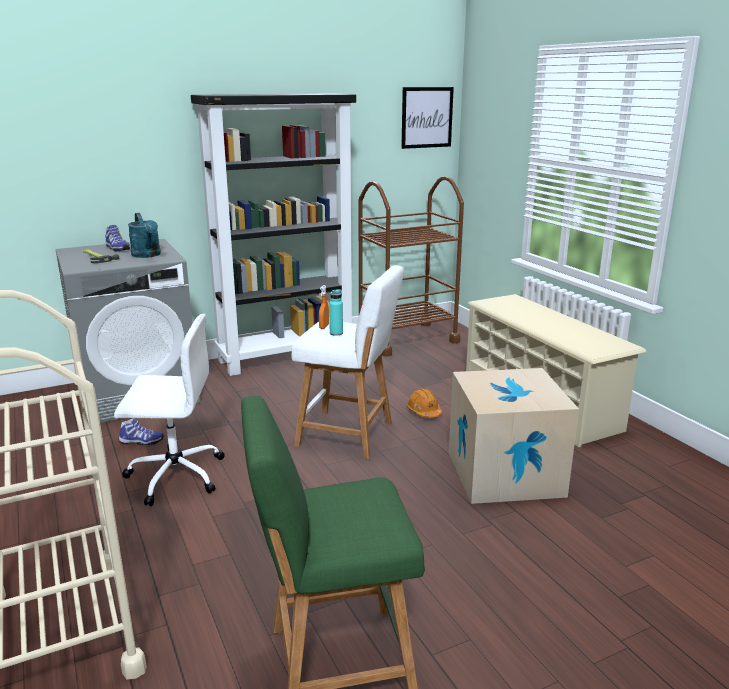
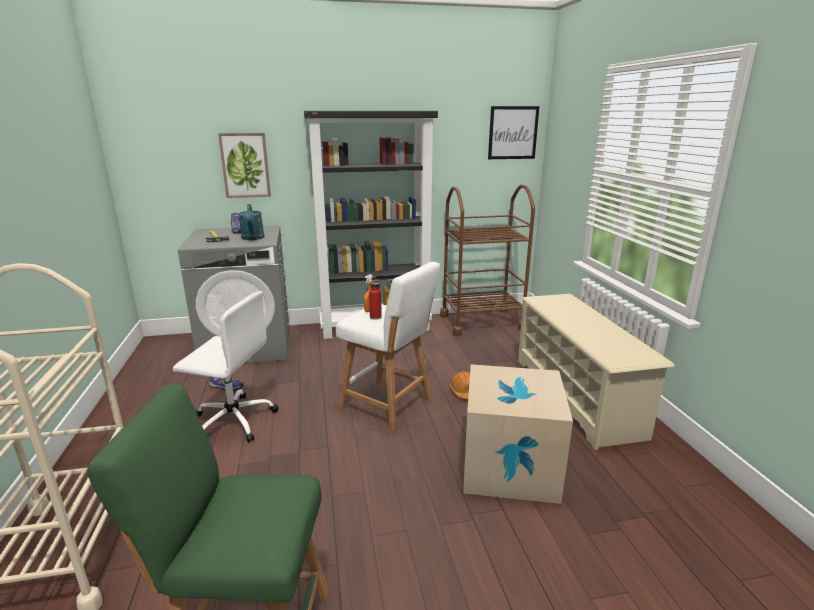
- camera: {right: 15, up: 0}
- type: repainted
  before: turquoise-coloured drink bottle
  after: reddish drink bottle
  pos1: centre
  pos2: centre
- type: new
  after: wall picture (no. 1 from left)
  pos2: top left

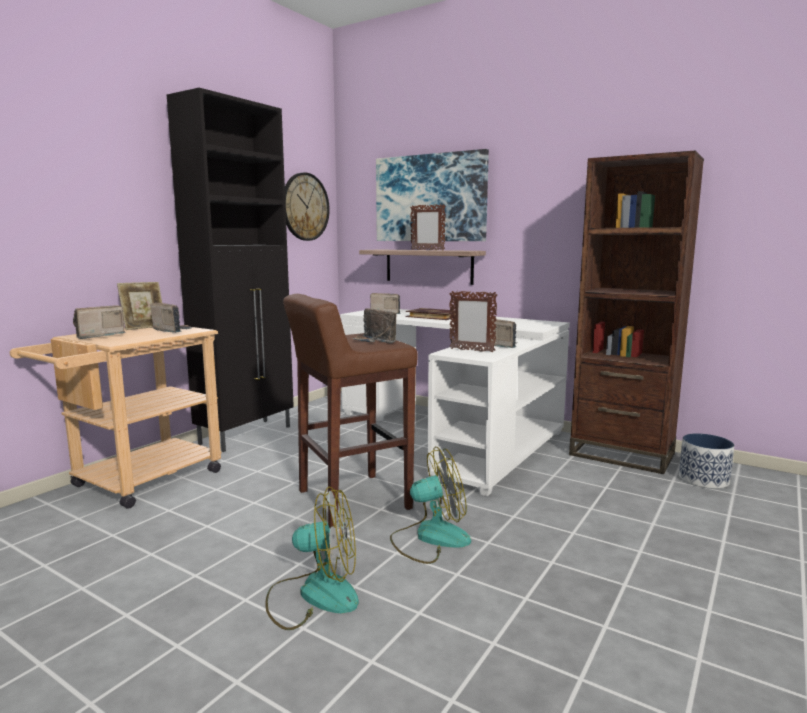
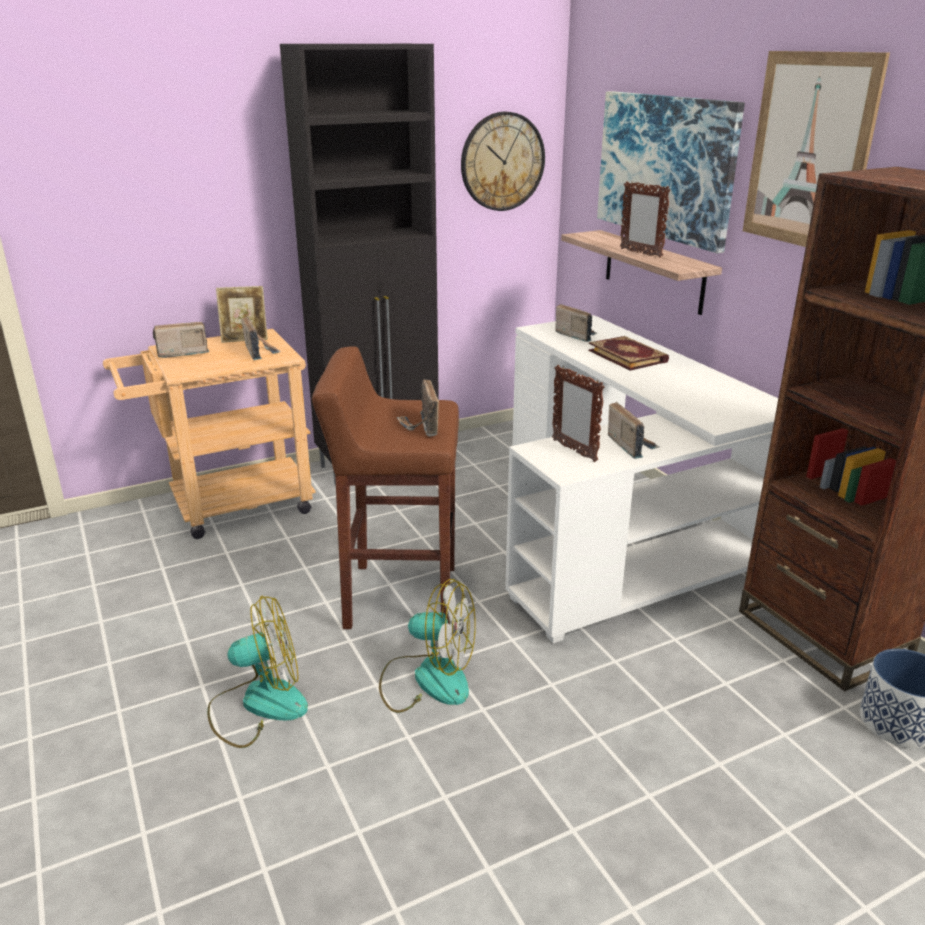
- camera: {right: 30, up: 15}
- type: rotated
  before: electric fan (no. 1 from left)
  pos1: bottom centre
  pos2: bottom left
  turn: -45
- type: new
  after: wall picture (no. 2 from left)
  pos2: top right

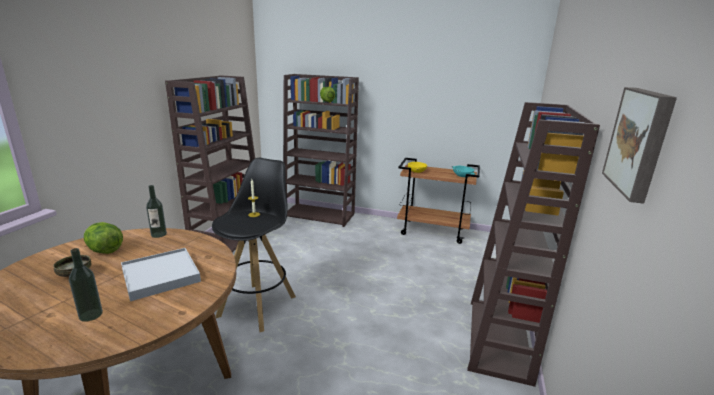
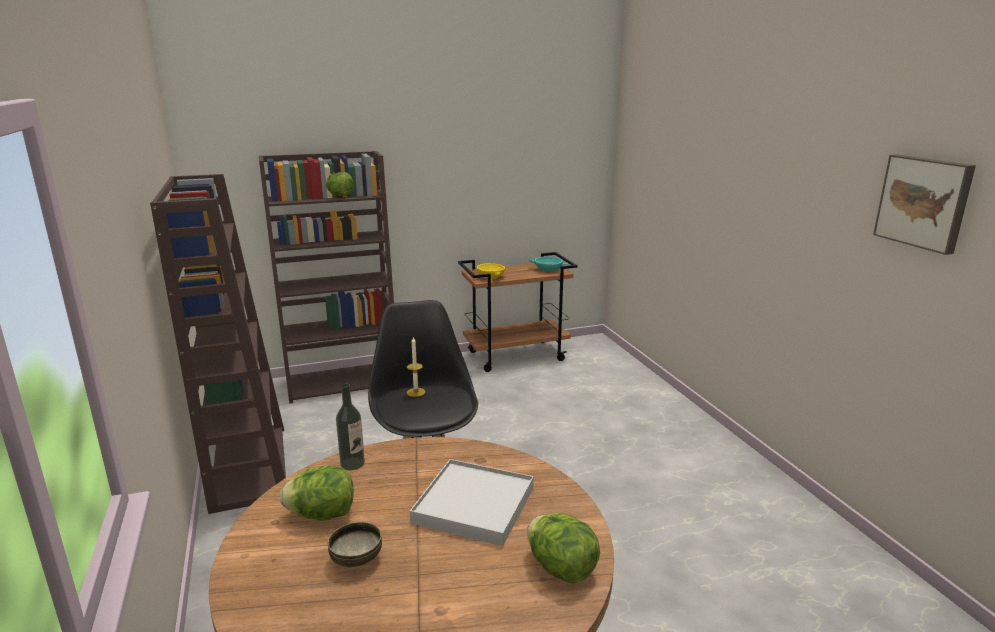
- camera: {right: -35, up: 0}
- type: gone
  before: drink bottle (no. 1 from left)
  pos1: bottom left
- type: gone
  before: brown-coloured bookshelf (no. 3 from left)
  pos1: middle right
- type: new
  after: lettuce head (no. 3 from left)
  pos2: bottom centre

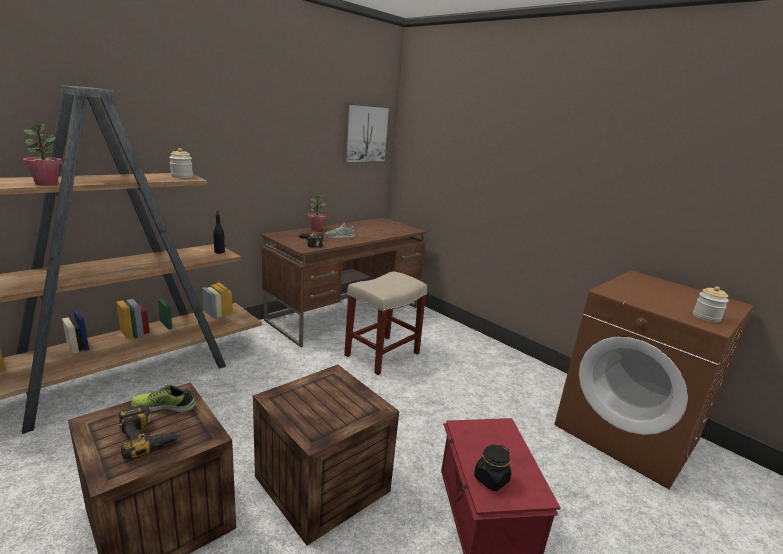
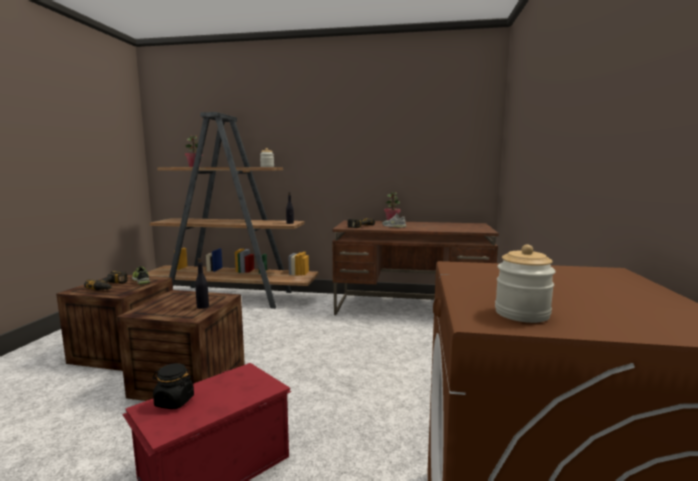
- camera: {right: 55, up: -10}
- type: gone
  before: wall picture
  pos1: top centre
- type: gone
  before: beige stool
  pos1: centre
- type: new
  after: black drink bottle (no. 1 from left)
  pos2: middle left

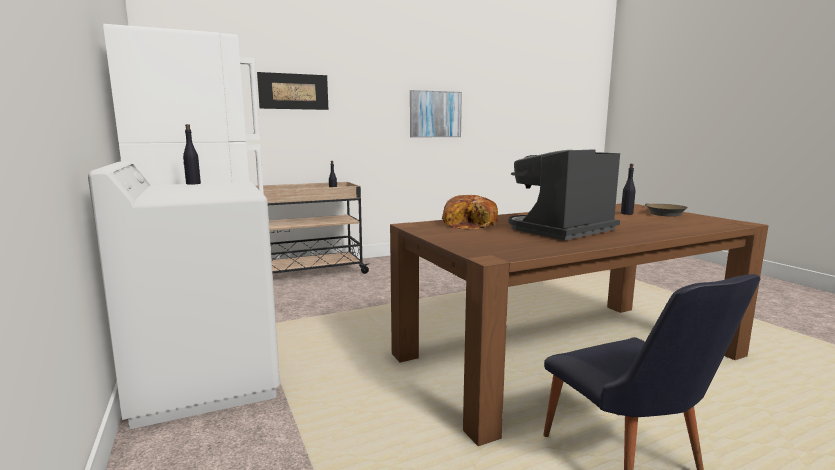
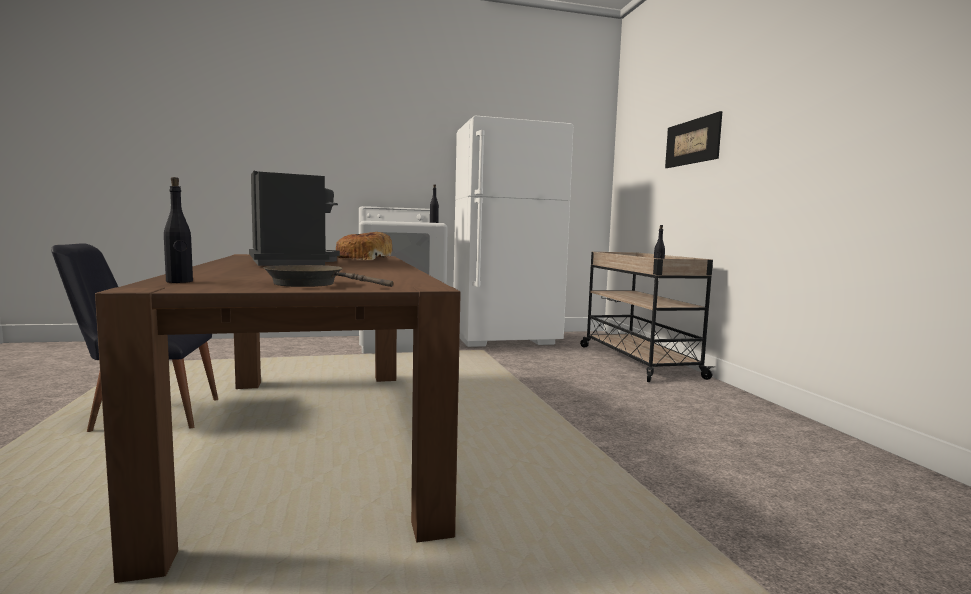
- camera: {right: 100, up: -5}
- type: gone
  before: wall picture (no. 2 from left)
  pos1: top centre
- type: shifted
  before: black drink bottle (no. 3 from left in the first image)
  after: black drink bottle (no. 1 from left)
  pos1: middle right
  pos2: middle left

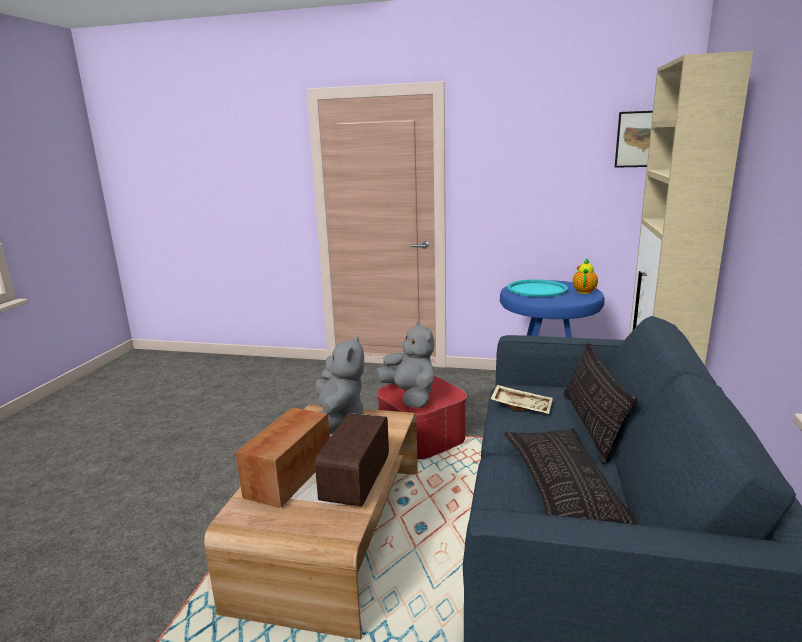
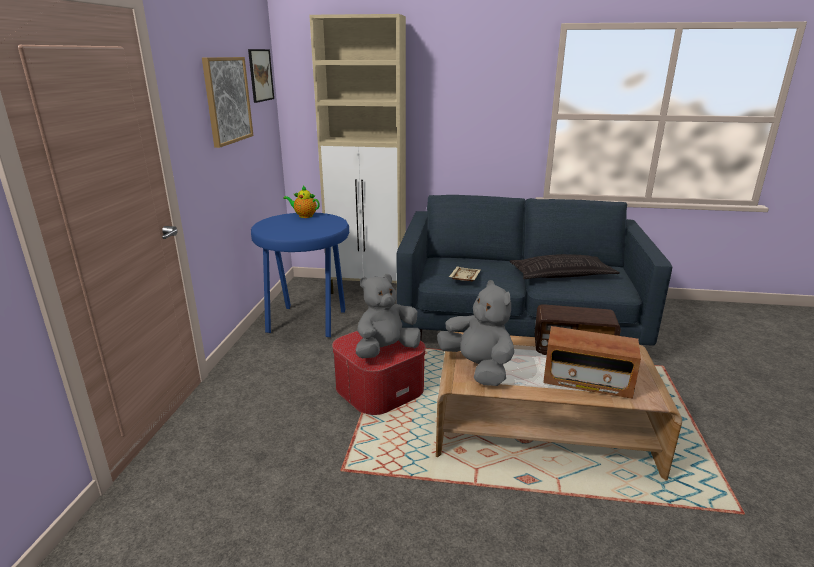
- camera: {right: -95, up: 5}
- type: rotated
  before: greyish cuddly toy (no. 1 from left in the first image)
  pos1: centre
  pos2: centre
  turn: 60
- type: gone
  before: turquoise-coloured serving tray
  pos1: middle right
- type: gone
  before: throw pillow (no. 2 from left)
  pos1: middle right
- type: new
  after: wall picture (no. 1 from left)
  pos2: top left

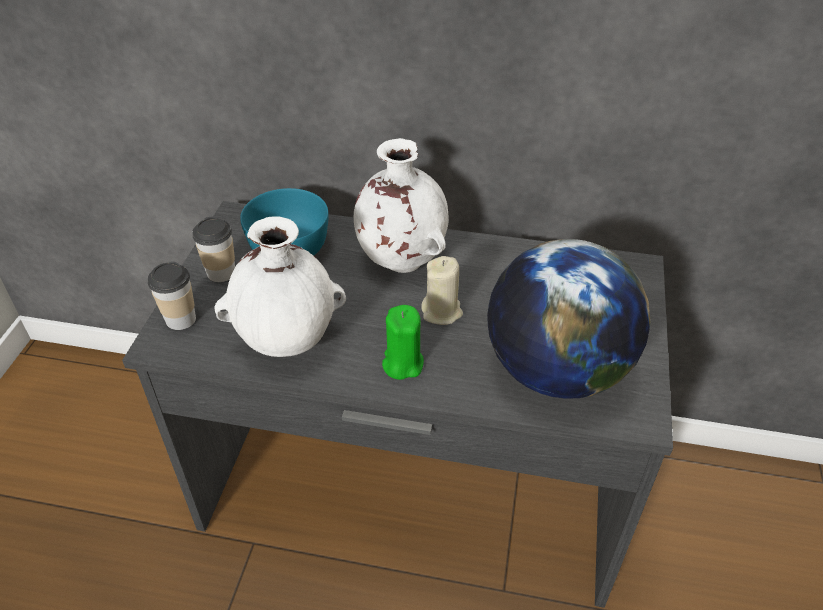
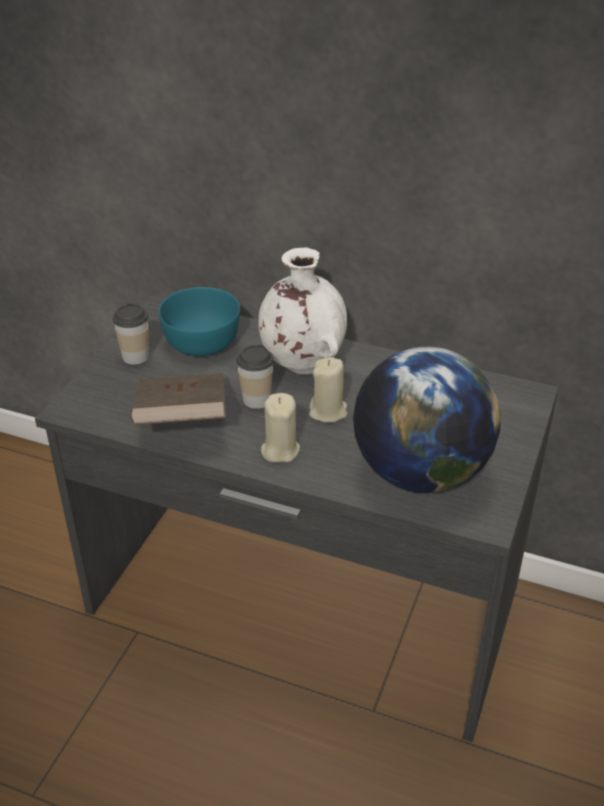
- camera: {right: 10, up: -5}
- type: shifted
  before: small cup (no. 1 from left in the first image)
  after: small cup (no. 2 from left)
  pos1: middle left
  pos2: centre
- type: swapped
  before: white-coloured flower vase (no. 1 from left)
  after: brown-coloured volume
  pos1: centre
  pos2: middle left
- type: repainted
  before: greenish wax candle
  after: beige wax candle (no. 1 from left)
  pos1: centre
  pos2: centre

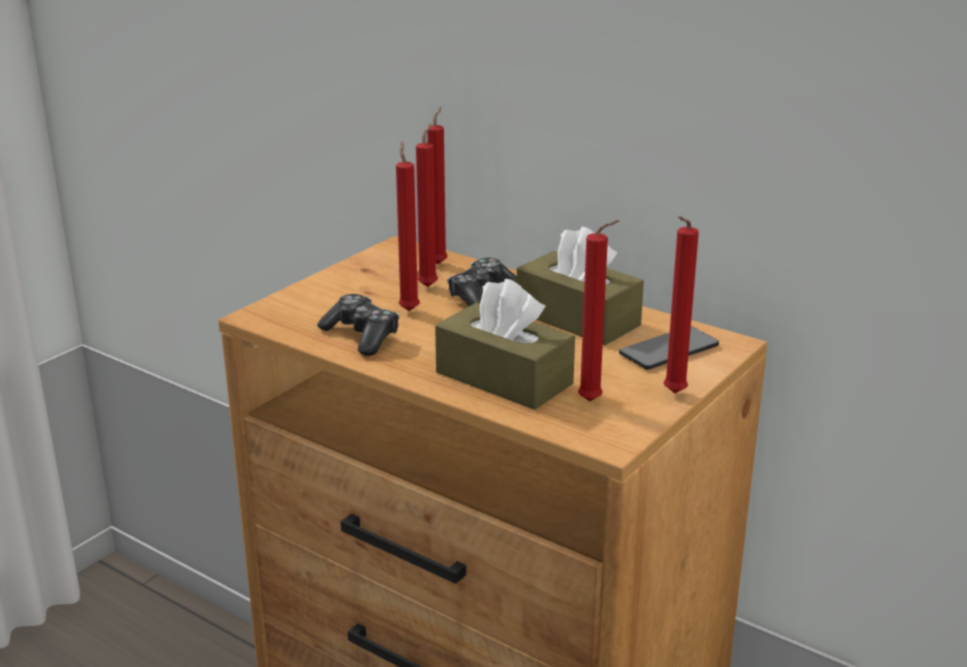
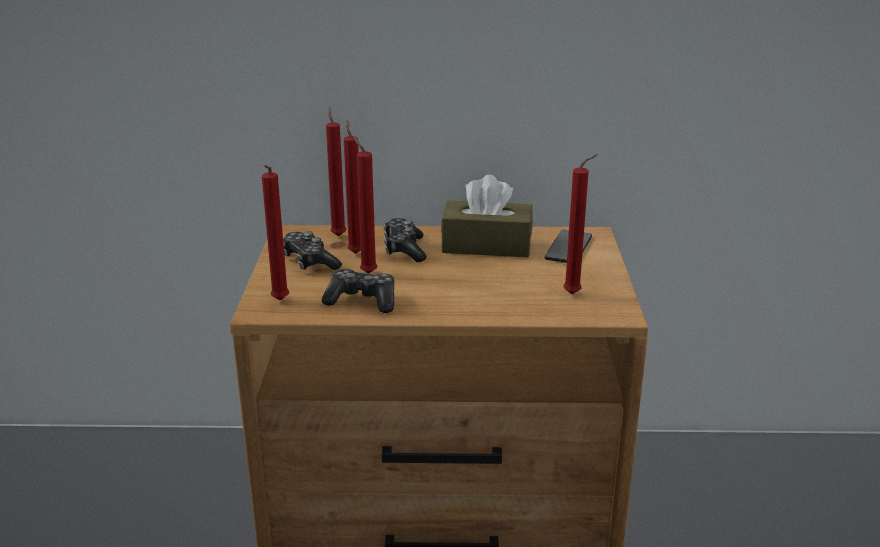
- camera: {right: -35, up: 0}
- type: gone
  before: brown-coloured tissue holder (no. 1 from left)
  pos1: centre
- type: shifted
  before: reddish wax candle (no. 5 from left in the first image)
  after: reddish wax candle (no. 1 from left)
  pos1: middle right
  pos2: middle left
- type: new
  after: gamepad (no. 1 from left)
  pos2: centre

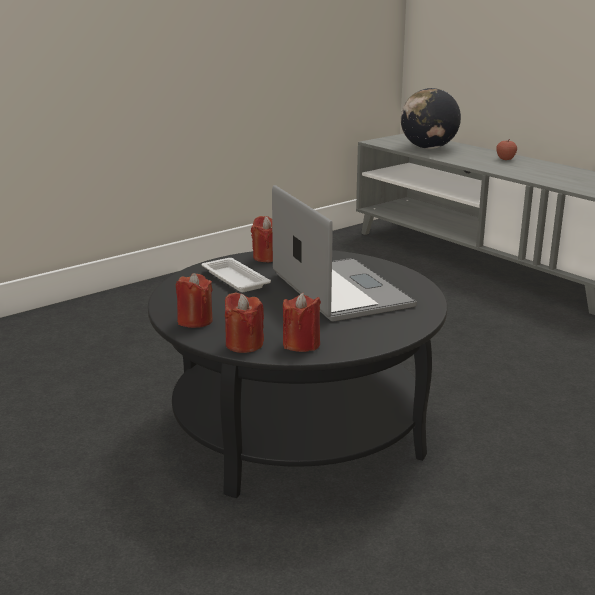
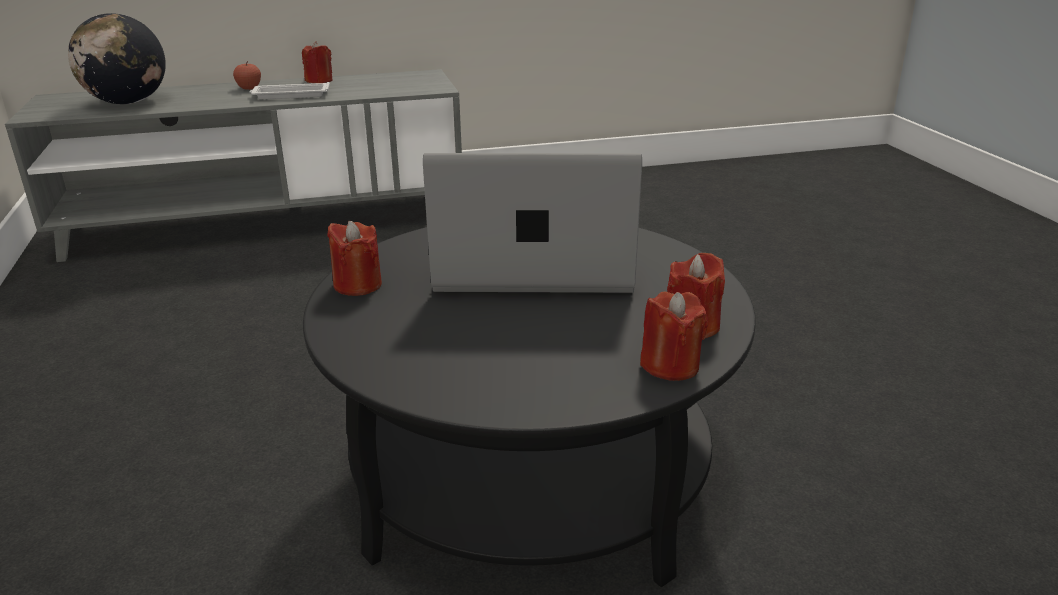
- camera: {right: -65, up: 5}
- type: shifted
  before: reddish wax candle (no. 1 from left)
  pos1: middle left
  pos2: top left
- type: shifted
  before: white-coloured serving tray
  pos1: centre
  pos2: top left

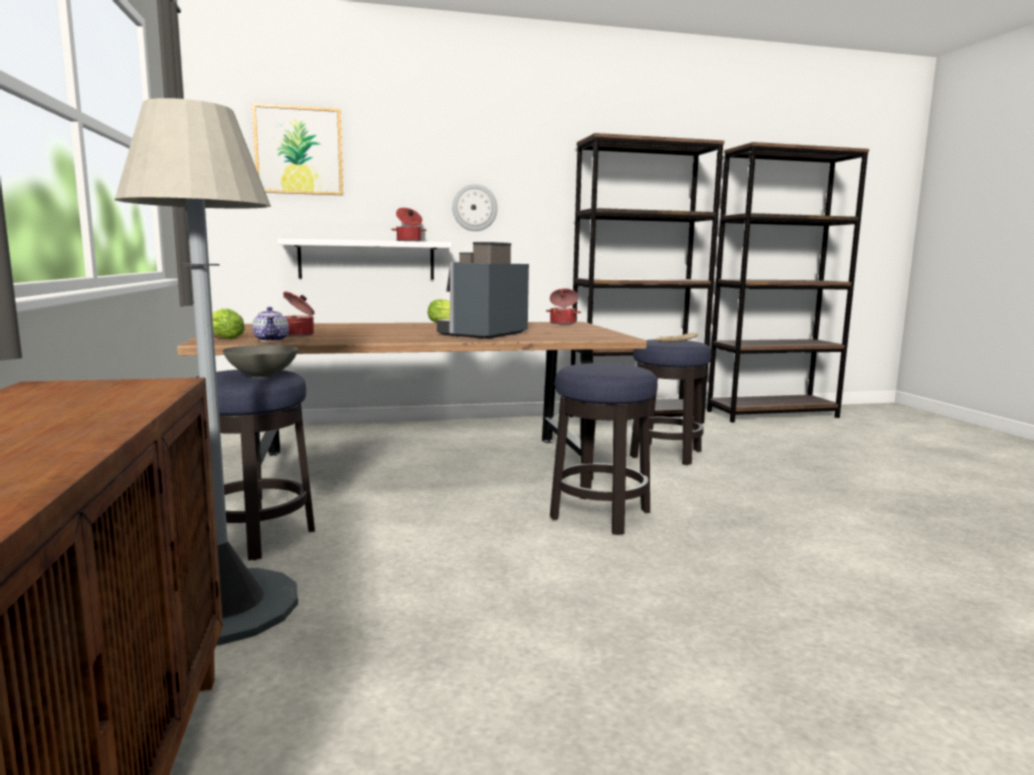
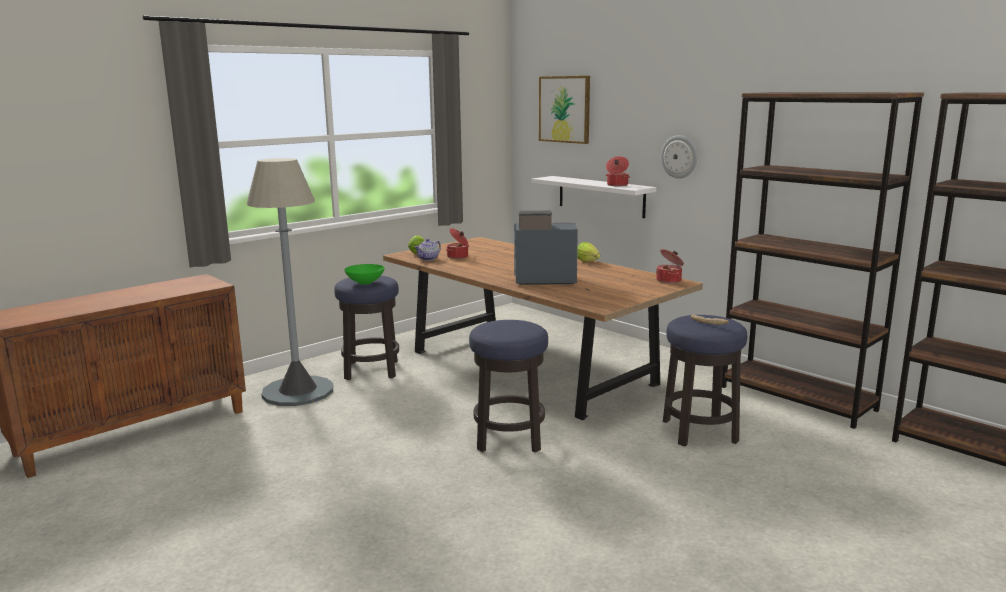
- camera: {right: 60, up: 5}
- type: repainted
  before: greyish bowl
  after: greenish bowl
  pos1: middle left
  pos2: centre

